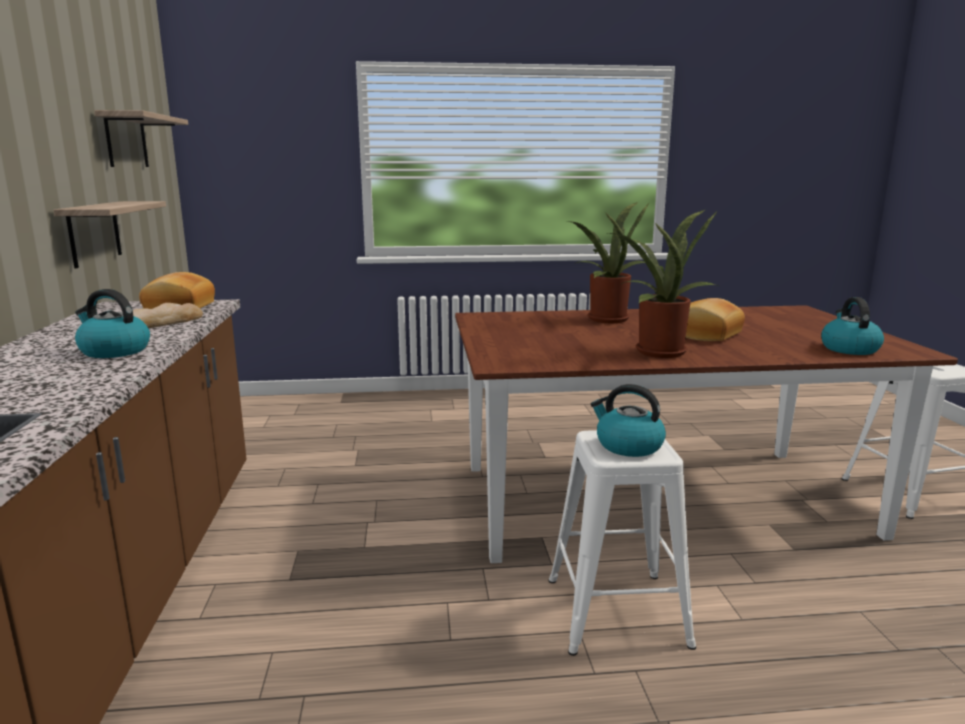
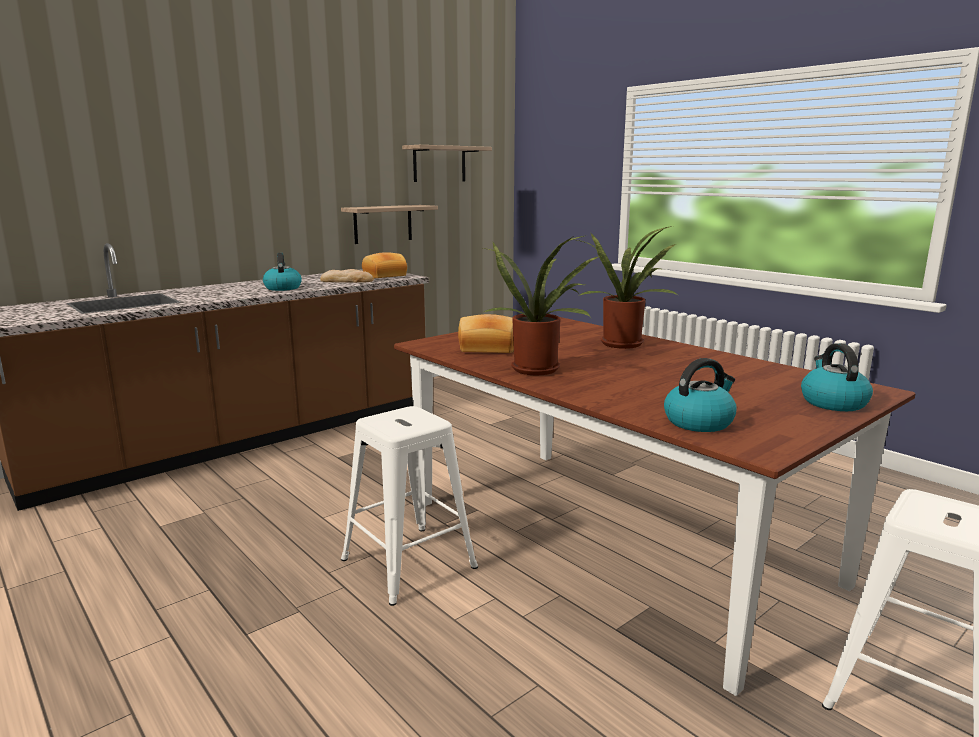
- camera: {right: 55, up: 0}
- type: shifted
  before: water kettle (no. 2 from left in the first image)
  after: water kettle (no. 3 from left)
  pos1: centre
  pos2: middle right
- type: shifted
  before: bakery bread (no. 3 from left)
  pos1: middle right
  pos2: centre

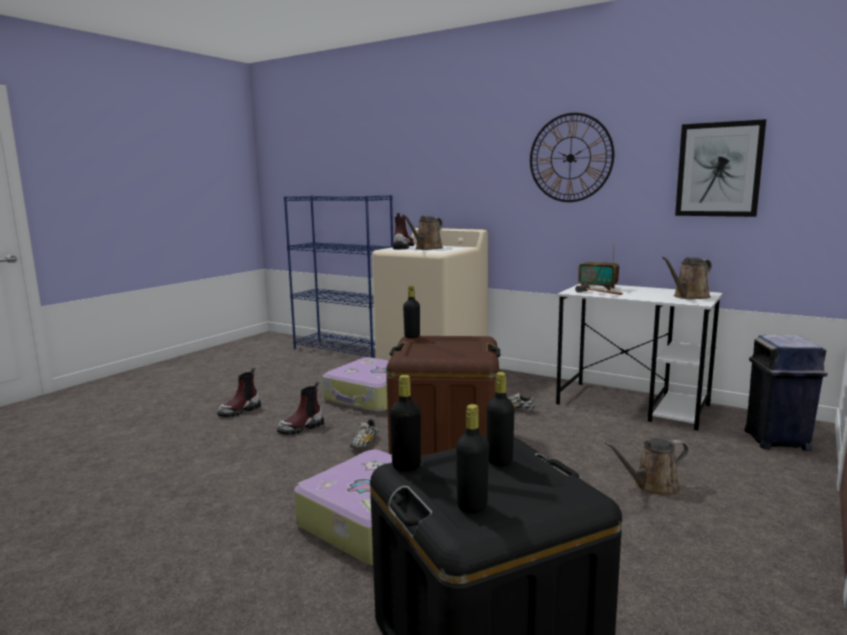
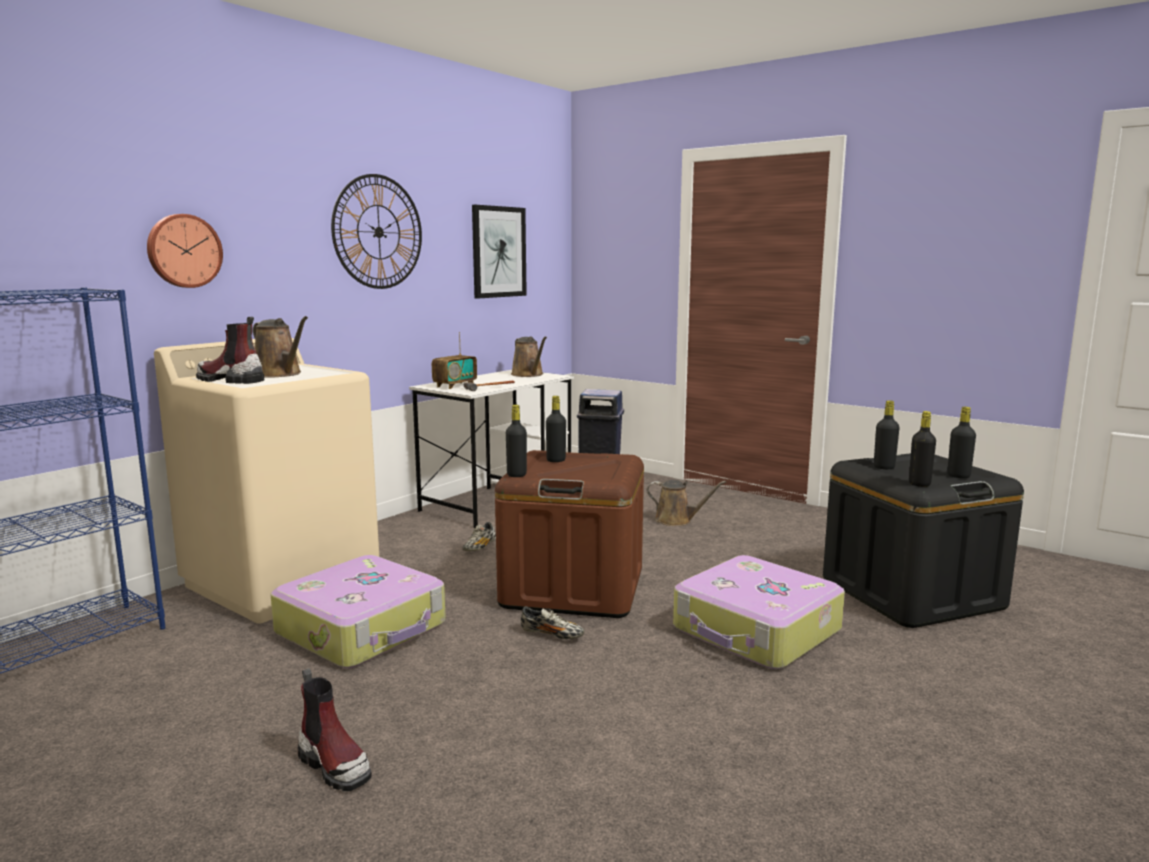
- camera: {right: -85, up: 0}
- type: gone
  before: high-top boot (no. 2 from left)
  pos1: centre
- type: rotated
  before: brown-coloured watering pot (no. 2 from left in the first image)
  pos1: bottom right
  pos2: centre
  turn: -60
- type: new
  after: hanging clock (no. 1 from left)
  pos2: top left
- type: new
  after: black drink bottle (no. 2 from left)
  pos2: centre

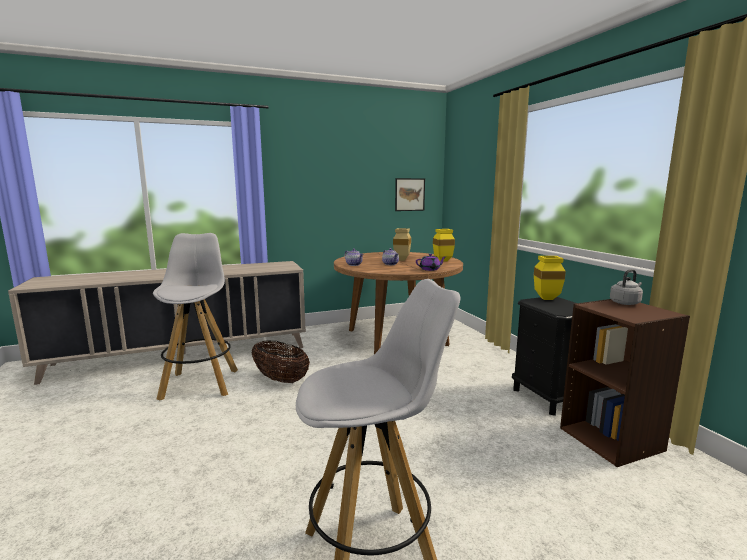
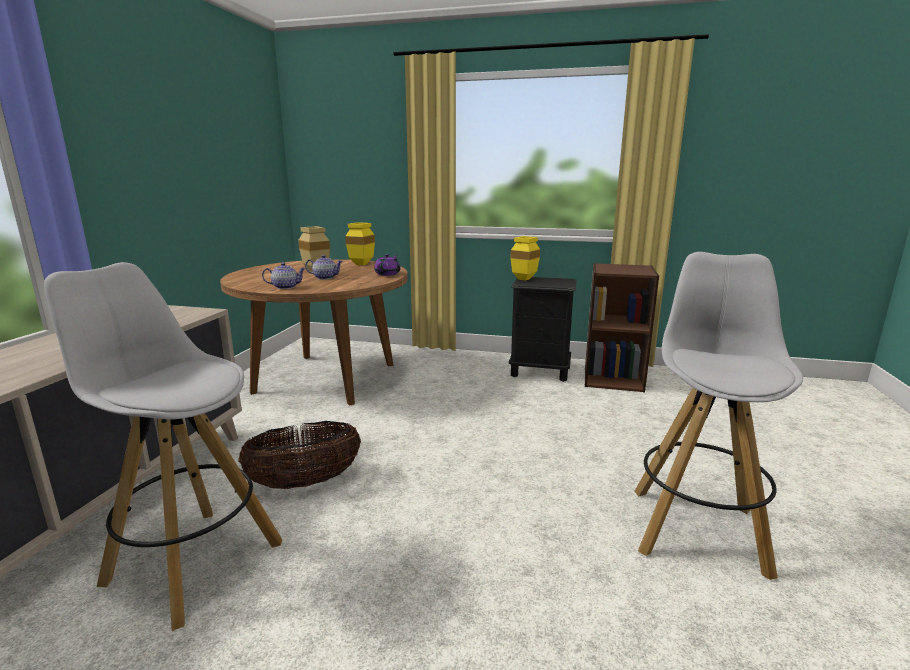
- camera: {right: -55, up: 5}
- type: gone
  before: wall picture
  pos1: centre
- type: gone
  before: greyish water kettle
  pos1: middle right

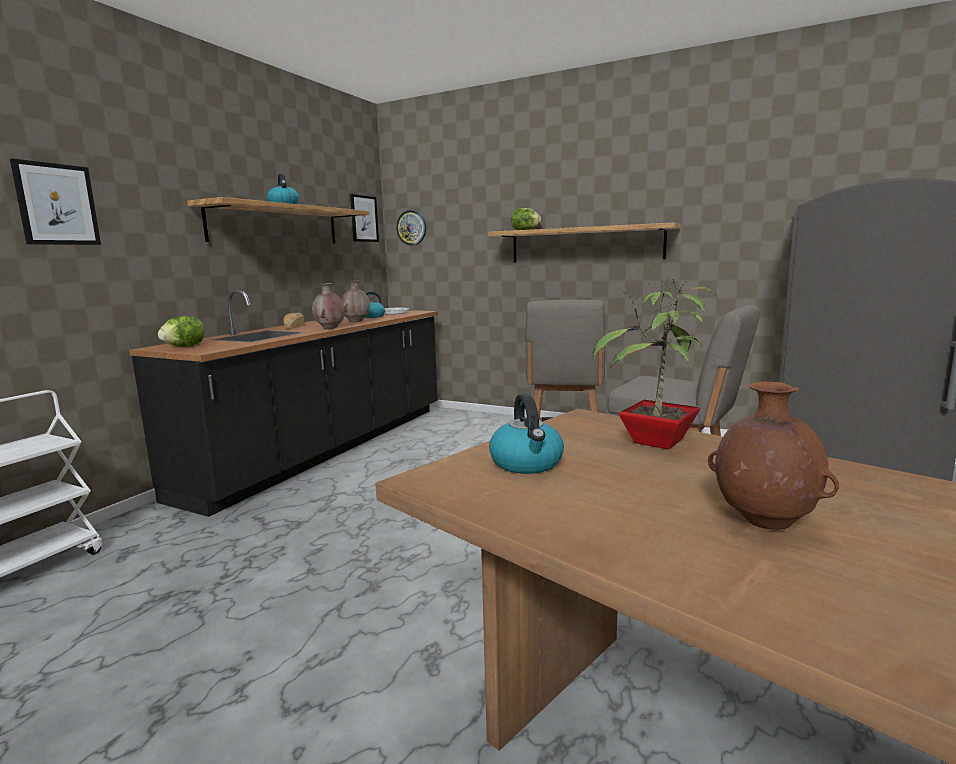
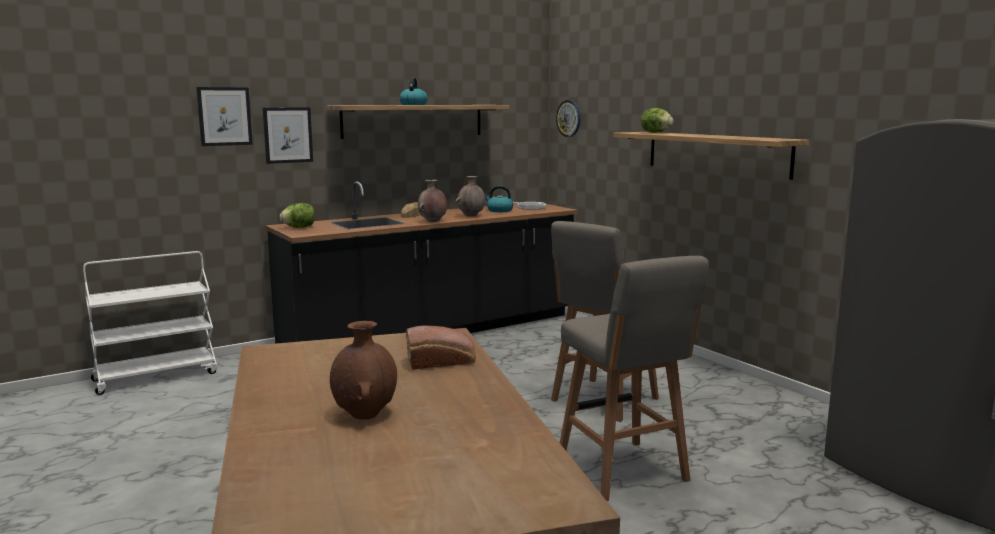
- camera: {right: 30, up: 0}
- type: shifted
  before: wall picture (no. 2 from left)
  pos1: top centre
  pos2: top left
- type: gone
  before: water kettle (no. 3 from left)
  pos1: centre
- type: swapped
  before: houseplant
  after: bakery bread (no. 2 from left)
  pos1: middle right
  pos2: centre

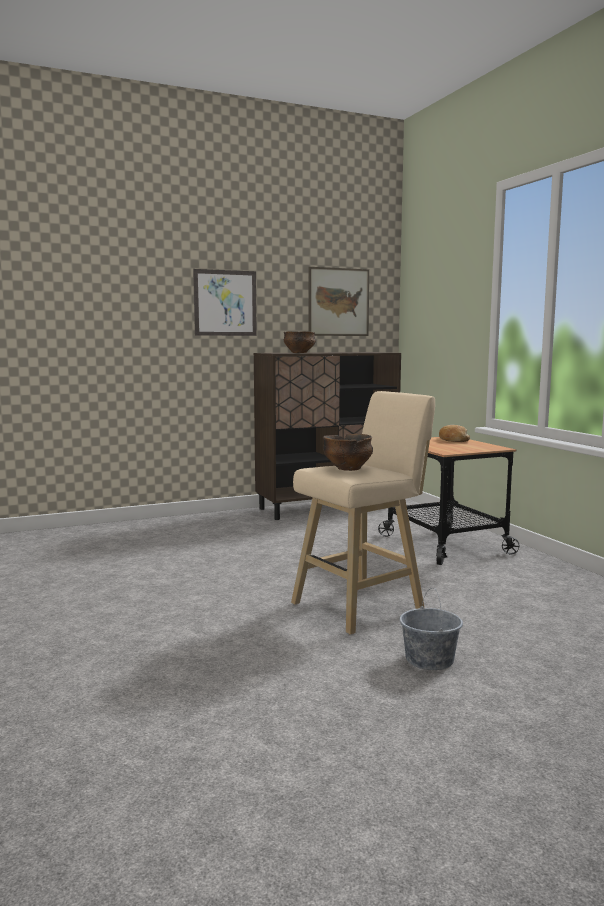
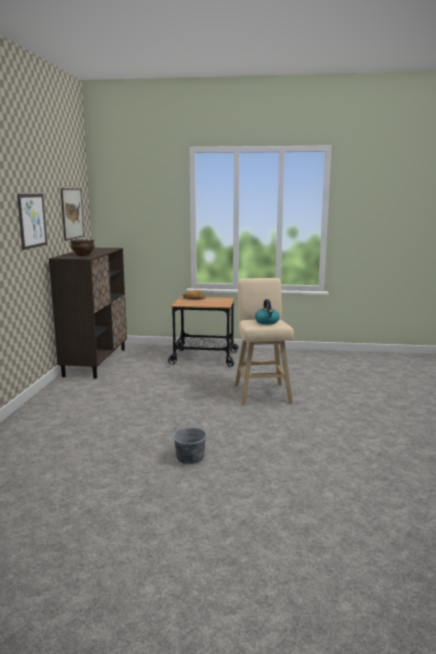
- camera: {right: -60, up: 5}
- type: swapped
  before: bowl (no. 2 from left)
  after: water kettle
  pos1: centre
  pos2: centre
- type: shifted
  before: greyish water bucket
  pos1: bottom right
  pos2: bottom centre

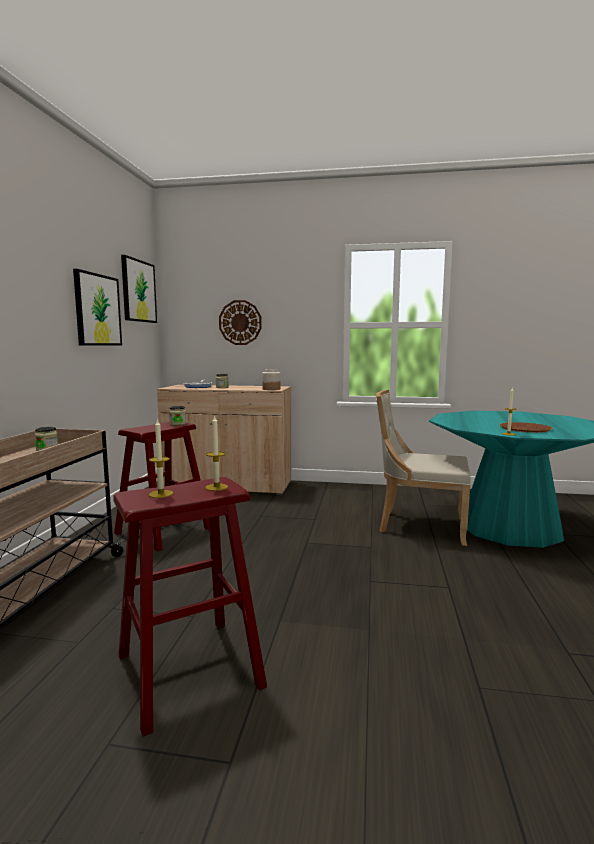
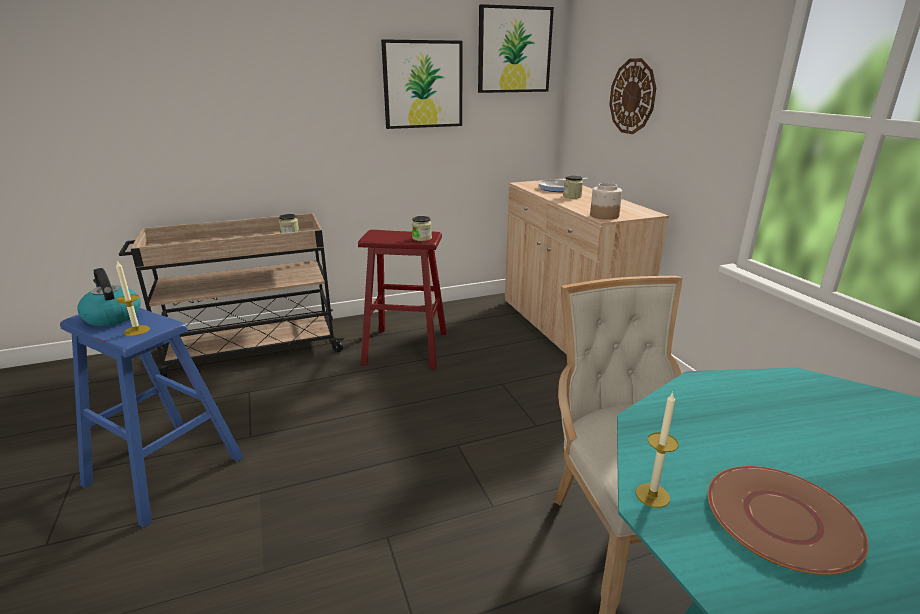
- camera: {right: 60, up: 15}
- type: repainted
  before: reddish stool (no. 2 from left)
  after: blue-coloured stool
  pos1: bottom left
  pos2: bottom left
- type: swapped
  before: wax candle (no. 1 from left)
  after: water kettle
  pos1: middle left
  pos2: middle left

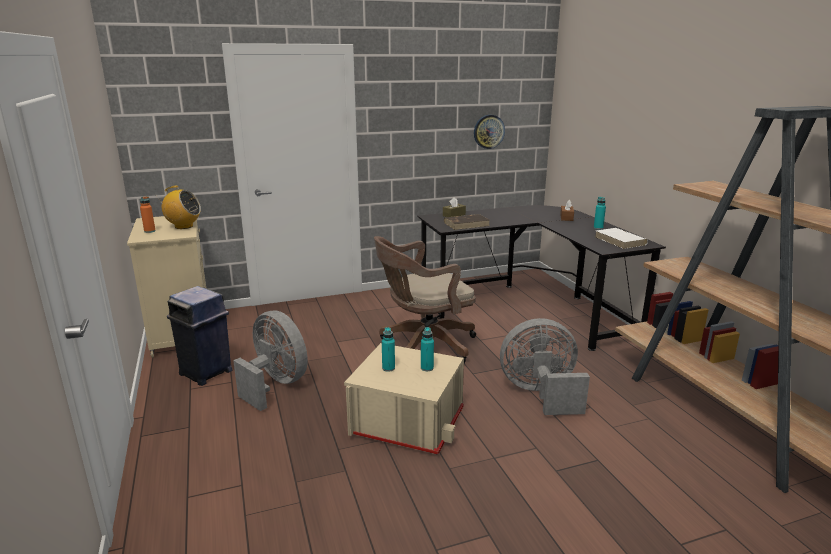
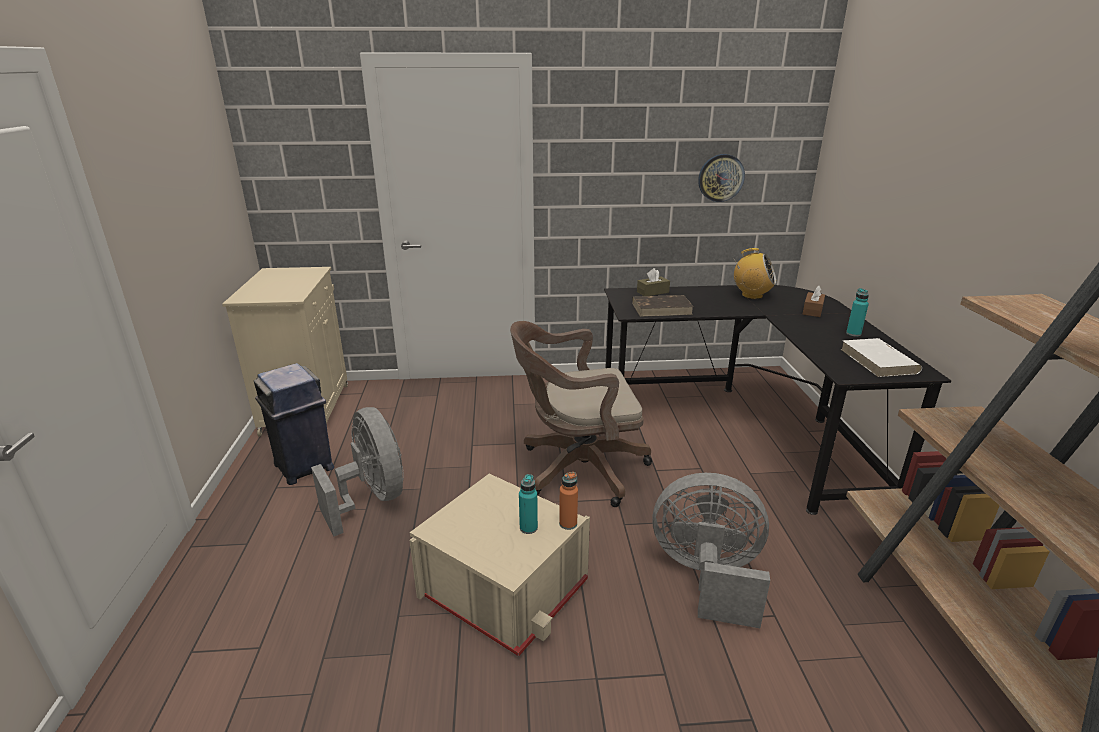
- camera: {right: 15, up: 5}
- type: shifted
  before: orange drink bottle
  pos1: middle left
  pos2: bottom centre
- type: shifted
  before: radio receiver
  pos1: middle left
  pos2: middle right
- type: gone
  before: turquoise-coloured drink bottle (no. 1 from left)
  pos1: centre

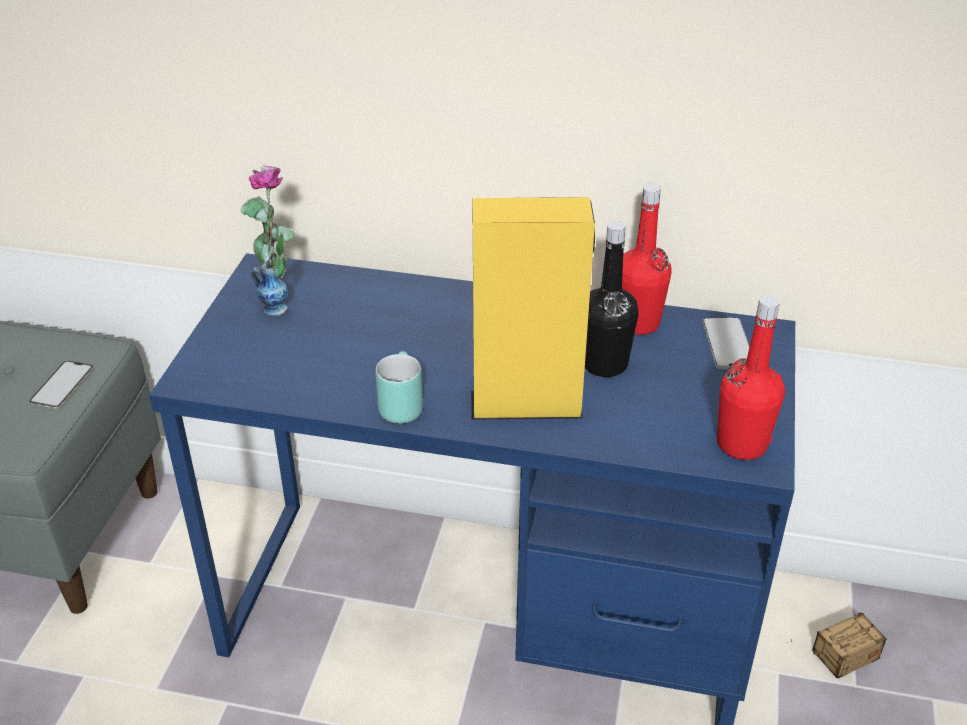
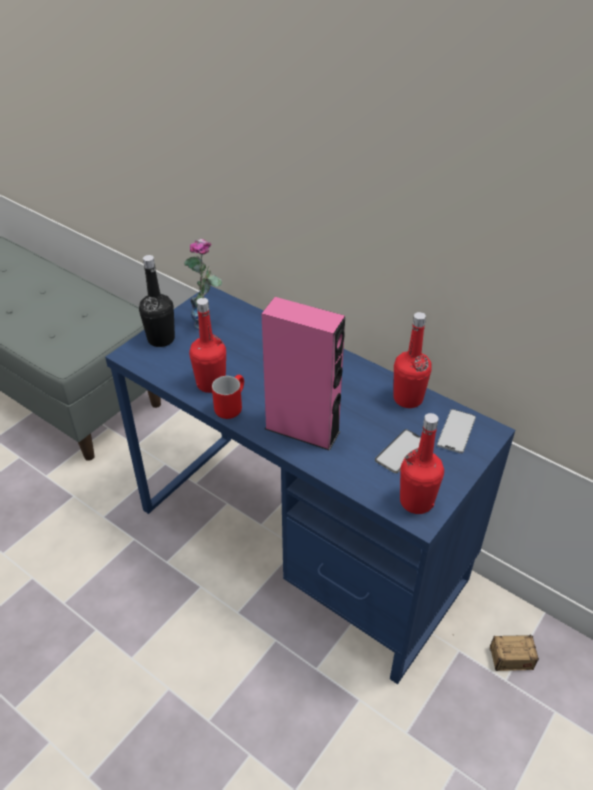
- camera: {right: 25, up: 5}
- type: shifted
  before: telephone (no. 1 from left)
  pos1: middle left
  pos2: middle right
- type: repainted
  before: turquoise-coloured coffee mug
  after: reddish coffee mug
  pos1: centre
  pos2: centre
- type: repainted
  before: yellow loudspeaker
  after: pink-coloured loudspeaker
  pos1: centre
  pos2: centre
- type: shifted
  before: black drink bottle
  pos1: centre
  pos2: middle left
- type: new
  after: reddish drink bottle (no. 1 from left)
  pos2: centre

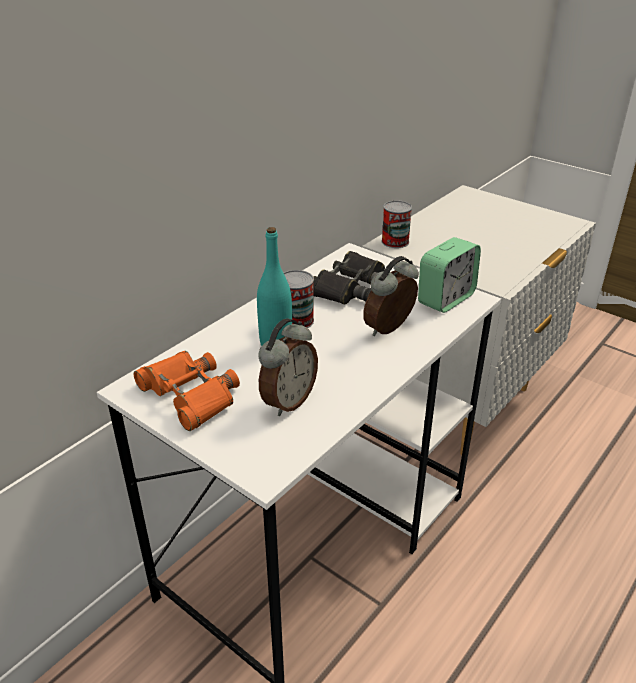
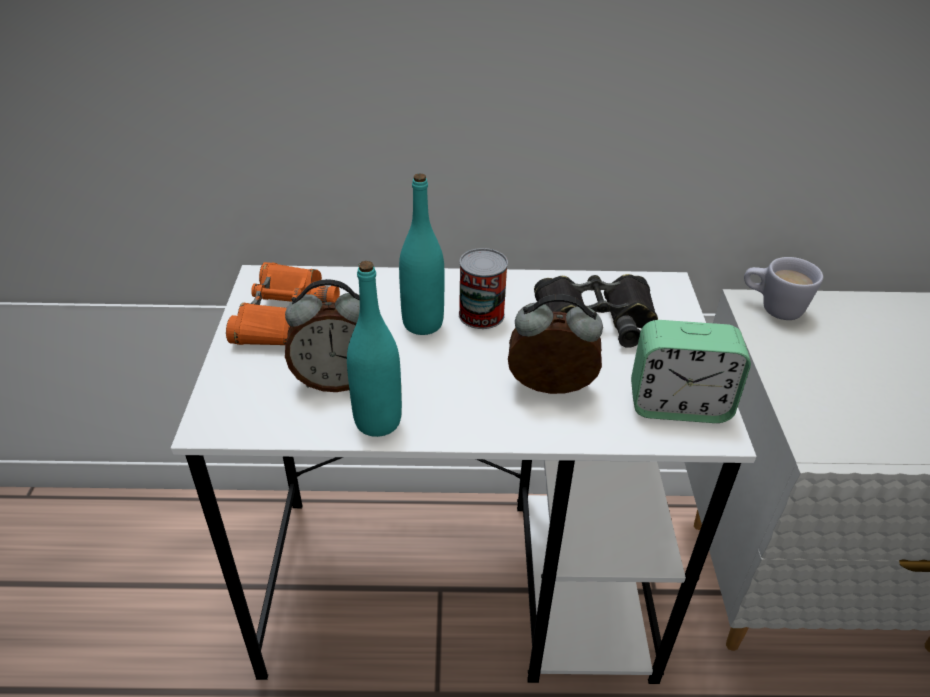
- camera: {right: 50, up: 5}
- type: swapped
  before: can (no. 2 from left)
  after: white-coloured coffee mug
  pos1: top centre
  pos2: middle right
- type: new
  after: turquoise-coloured drink bottle (no. 1 from left)
  pos2: centre

